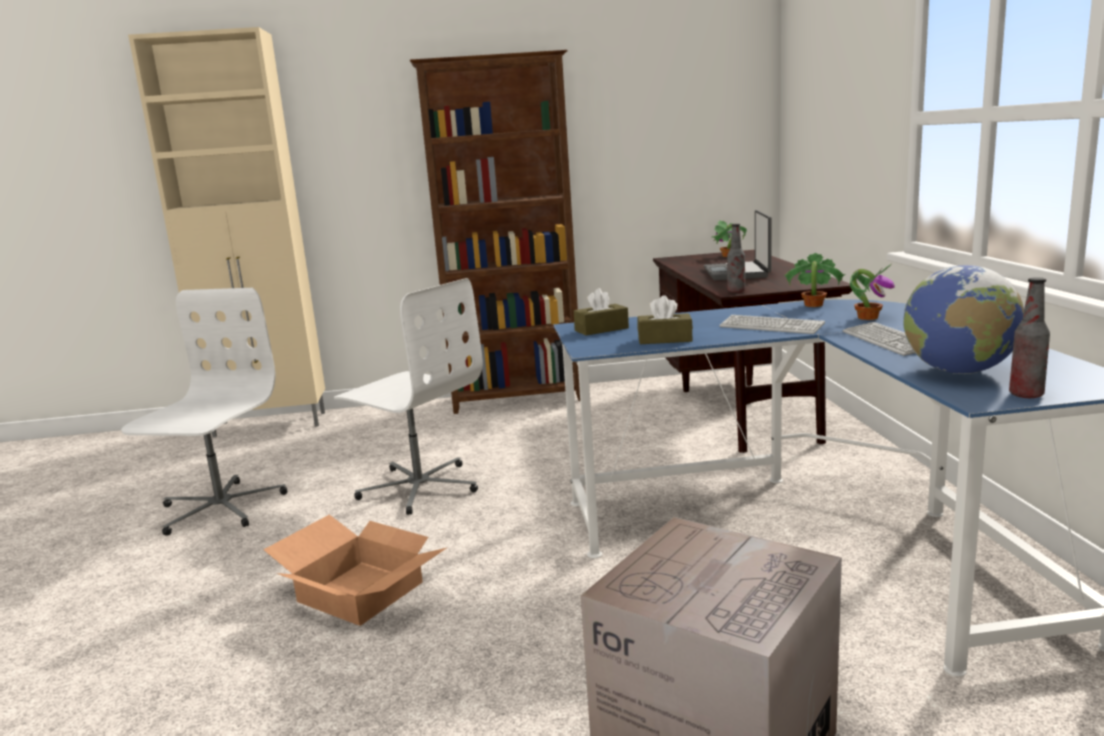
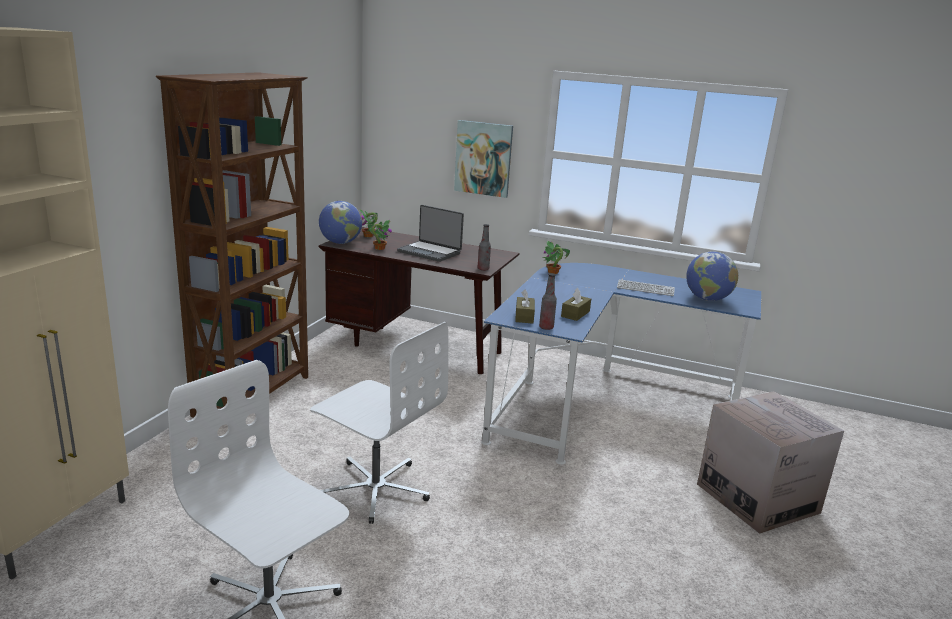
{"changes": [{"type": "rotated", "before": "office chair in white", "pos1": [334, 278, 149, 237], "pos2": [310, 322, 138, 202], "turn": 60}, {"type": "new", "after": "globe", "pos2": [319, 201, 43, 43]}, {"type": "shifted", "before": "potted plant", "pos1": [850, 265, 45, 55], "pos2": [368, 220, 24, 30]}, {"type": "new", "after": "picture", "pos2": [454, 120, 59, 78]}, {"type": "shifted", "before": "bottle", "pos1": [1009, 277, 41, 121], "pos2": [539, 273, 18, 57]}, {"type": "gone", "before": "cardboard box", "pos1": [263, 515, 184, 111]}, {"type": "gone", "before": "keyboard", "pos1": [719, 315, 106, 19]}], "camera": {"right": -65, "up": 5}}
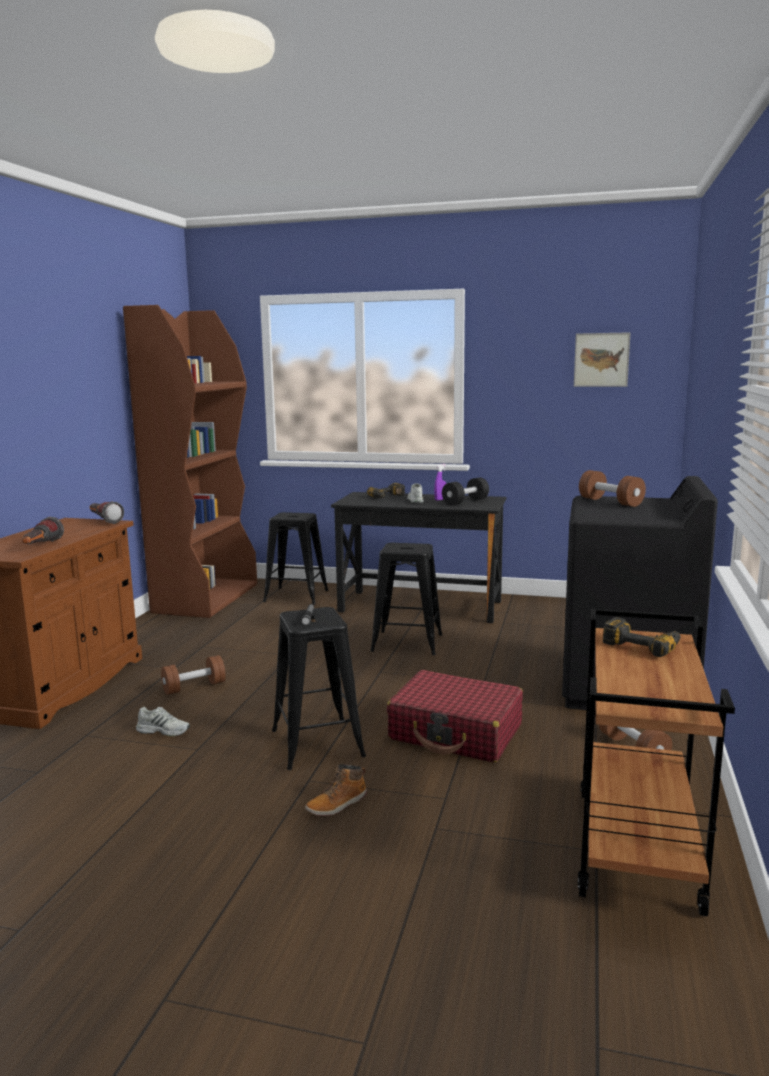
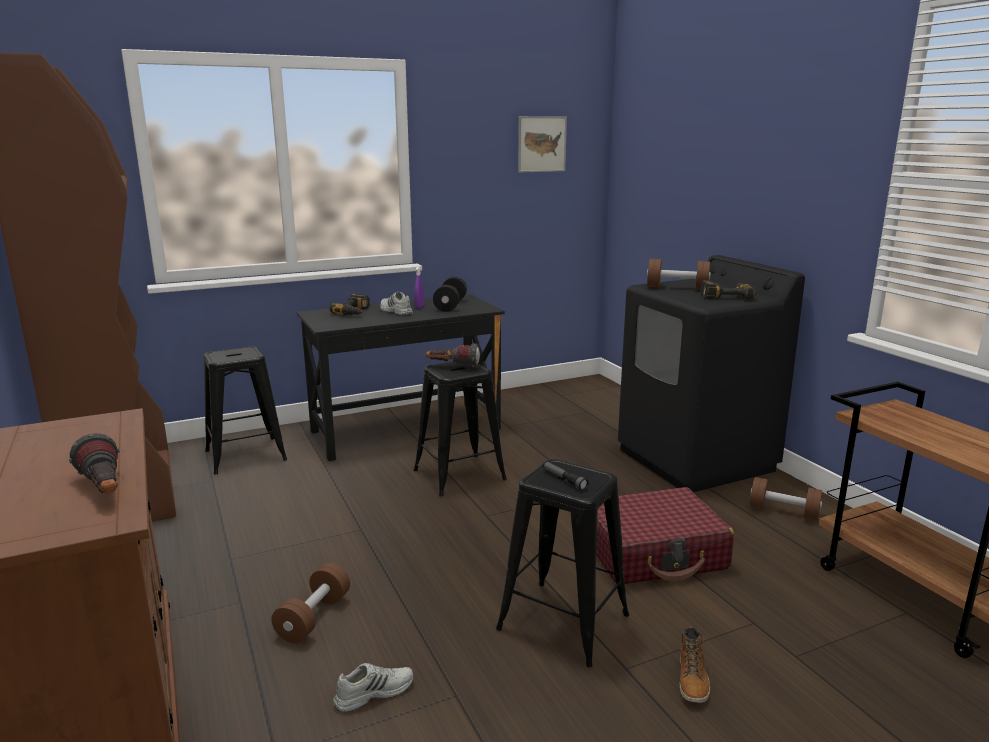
{"changes": [{"type": "shifted", "before": "flashlight", "pos1": [90, 501, 34, 23], "pos2": [426, 343, 54, 25]}, {"type": "shifted", "before": "power drill", "pos1": [603, 617, 78, 40], "pos2": [700, 281, 56, 18]}], "camera": {"right": -40, "up": 5}}
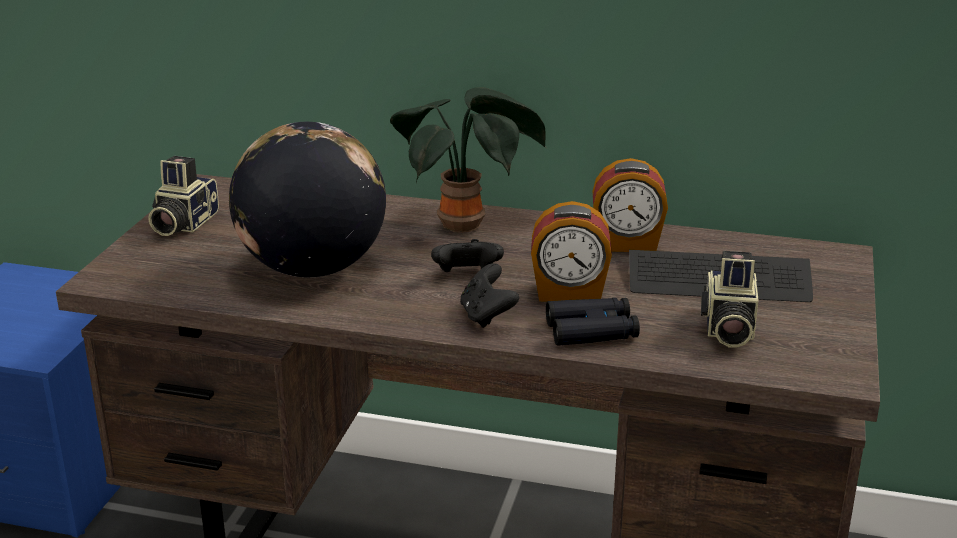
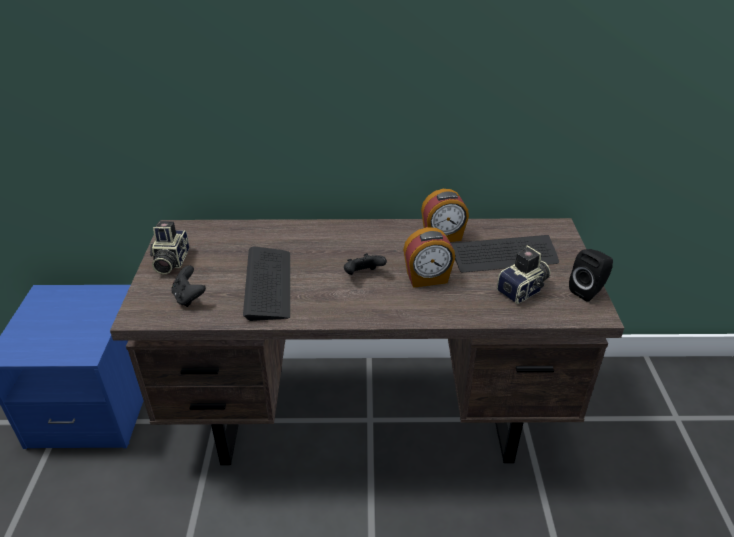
{"changes": [{"type": "shifted", "before": "game controller in black", "pos1": [460, 263, 59, 65], "pos2": [171, 265, 35, 42]}, {"type": "swapped", "before": "globe", "after": "keyboard", "pos1": [229, 122, 157, 155], "pos2": [243, 246, 47, 75]}, {"type": "rotated", "before": "photo camera", "pos1": [701, 251, 57, 96], "pos2": [497, 245, 54, 59], "turn": -120}, {"type": "new", "after": "speaker in black", "pos2": [569, 249, 44, 53]}, {"type": "gone", "before": "potted plant", "pos1": [390, 87, 156, 146]}, {"type": "gone", "before": "binoculars in black", "pos1": [546, 298, 94, 48]}], "camera": {"right": -15, "up": 10}}
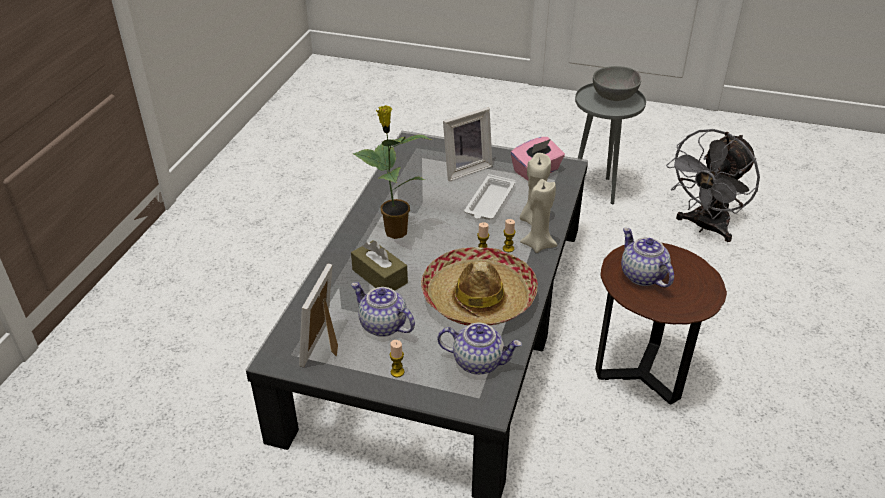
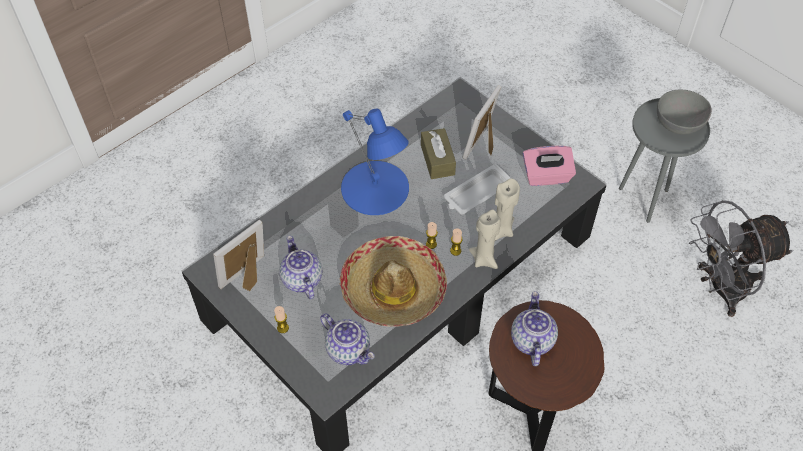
{"changes": [{"type": "swapped", "before": "potted plant", "after": "table lamp in blue", "pos1": [353, 105, 80, 134], "pos2": [341, 109, 68, 106]}, {"type": "shifted", "before": "tissue box in brown", "pos1": [351, 240, 57, 51], "pos2": [421, 128, 35, 51]}, {"type": "rotated", "before": "picture frame", "pos1": [443, 107, 50, 74], "pos2": [463, 85, 38, 75], "turn": 120}], "camera": {"right": 30, "up": 15}}
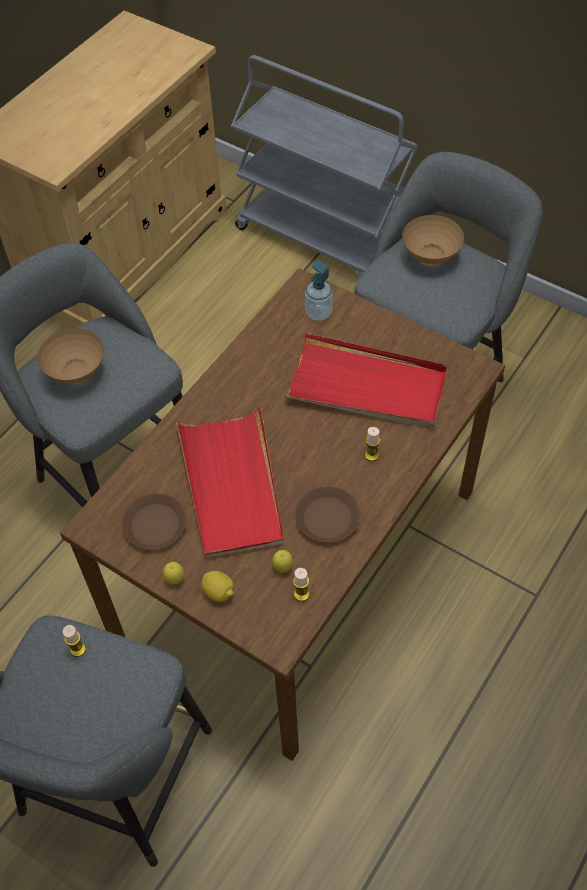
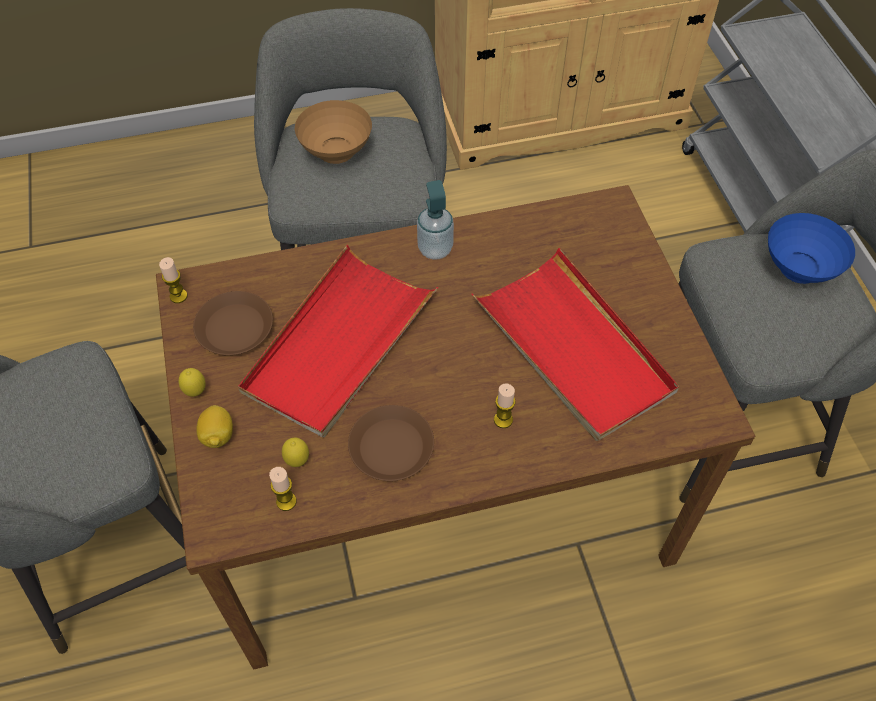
{"changes": [{"type": "shifted", "before": "candle", "pos1": [63, 625, 23, 32], "pos2": [159, 257, 29, 46]}, {"type": "shifted", "before": "soap dispenser", "pos1": [305, 260, 28, 61], "pos2": [417, 180, 37, 80]}, {"type": "repainted", "before": "bowl in brown", "after": "bowl in blue", "pos1": [402, 215, 62, 51], "pos2": [768, 213, 87, 71]}], "camera": {"right": 40, "up": 0}}
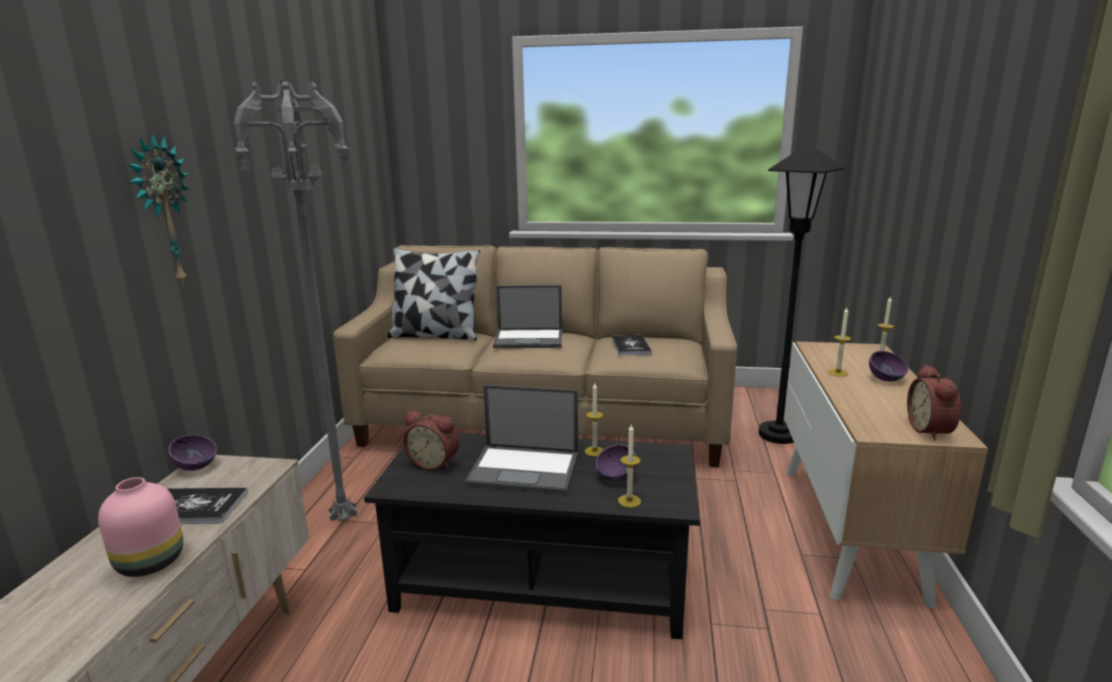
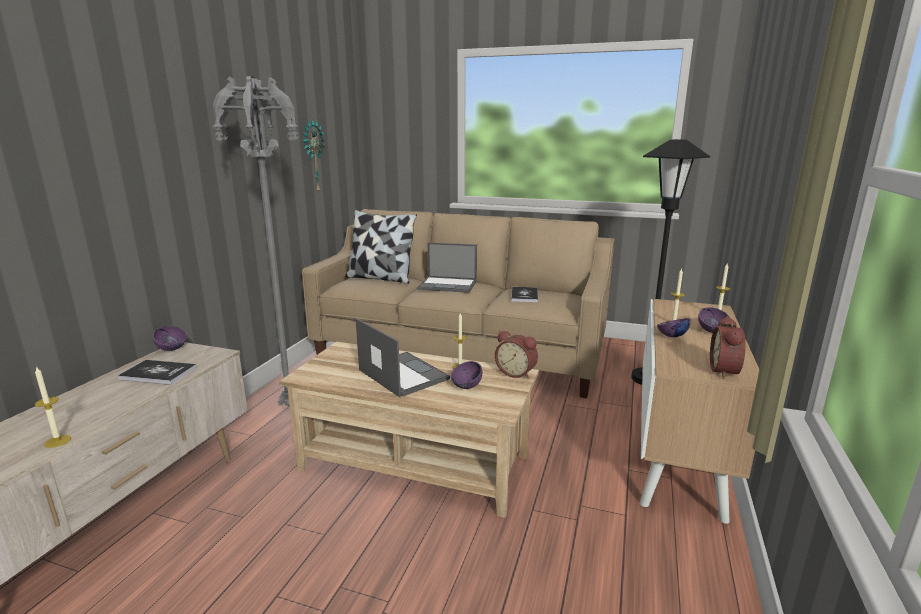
{"changes": [{"type": "shifted", "before": "candle", "pos1": [618, 423, 23, 85], "pos2": [34, 366, 37, 82]}, {"type": "repainted", "before": "coffee table in black", "after": "coffee table in beige", "pos1": [364, 433, 336, 206], "pos2": [279, 341, 260, 177]}, {"type": "shifted", "before": "wall clock", "pos1": [127, 133, 63, 152], "pos2": [302, 119, 23, 74]}, {"type": "rotated", "before": "laptop", "pos1": [465, 385, 113, 109], "pos2": [356, 318, 94, 79], "turn": -150}, {"type": "shifted", "before": "alarm clock", "pos1": [403, 411, 56, 59], "pos2": [495, 331, 43, 48]}, {"type": "new", "after": "bowl in purple", "pos2": [657, 318, 33, 19]}, {"type": "gone", "before": "vase in pink", "pos1": [98, 477, 85, 100]}], "camera": {"right": 10, "up": 0}}
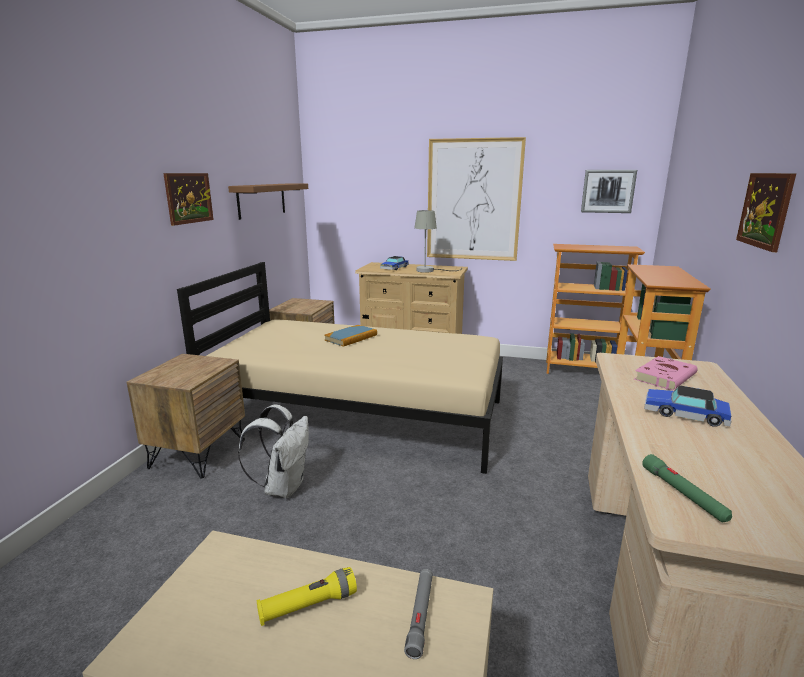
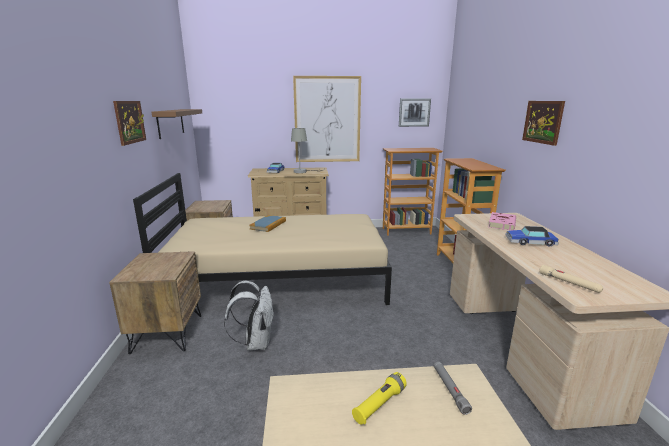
{"changes": [{"type": "repainted", "before": "flashlight in green", "after": "flashlight in beige", "pos1": [642, 454, 90, 68], "pos2": [539, 265, 64, 28]}], "camera": {"right": -20, "up": 0}}
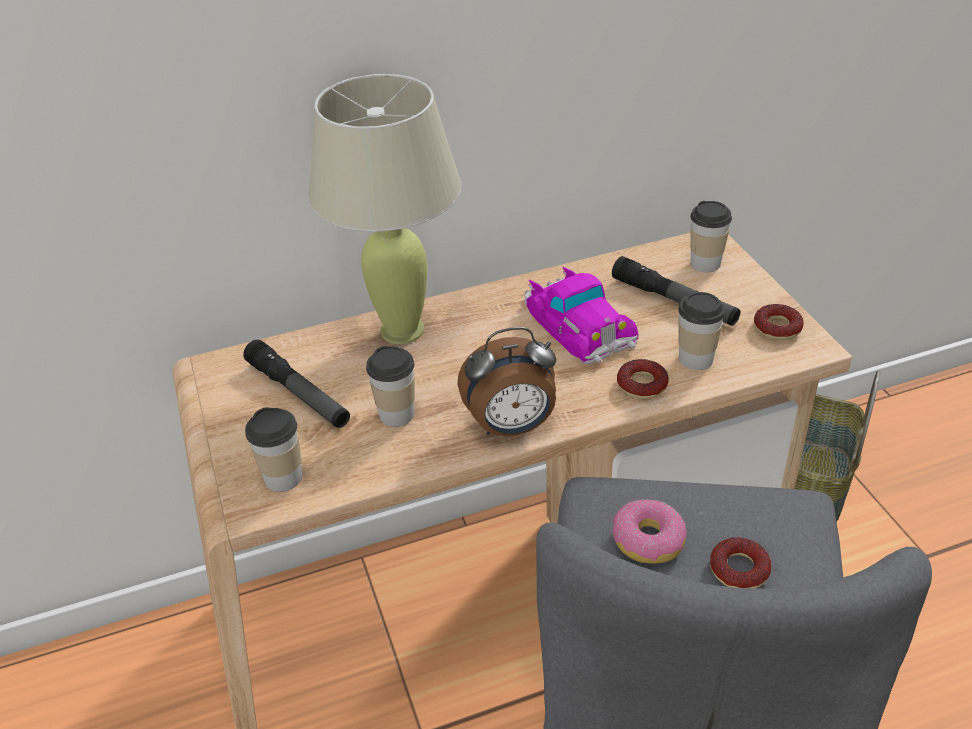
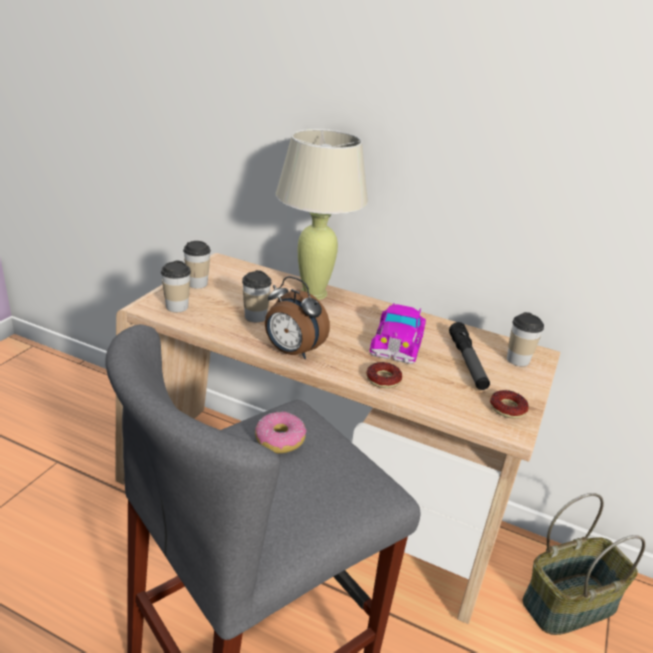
{"changes": [{"type": "shifted", "before": "cup", "pos1": [678, 292, 47, 78], "pos2": [183, 241, 28, 47]}, {"type": "gone", "before": "flashlight", "pos1": [243, 340, 107, 88]}, {"type": "gone", "before": "donut", "pos1": [710, 537, 62, 51]}], "camera": {"right": 40, "up": -10}}
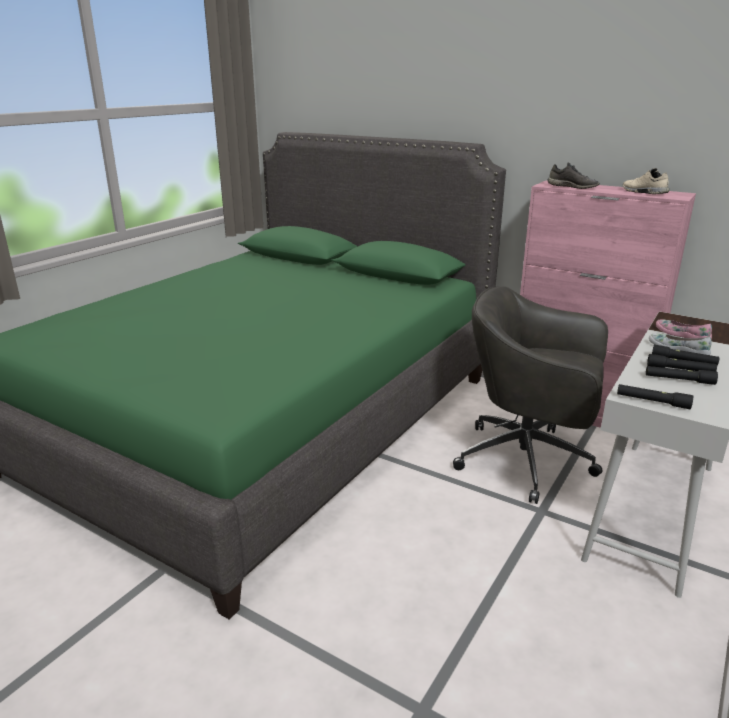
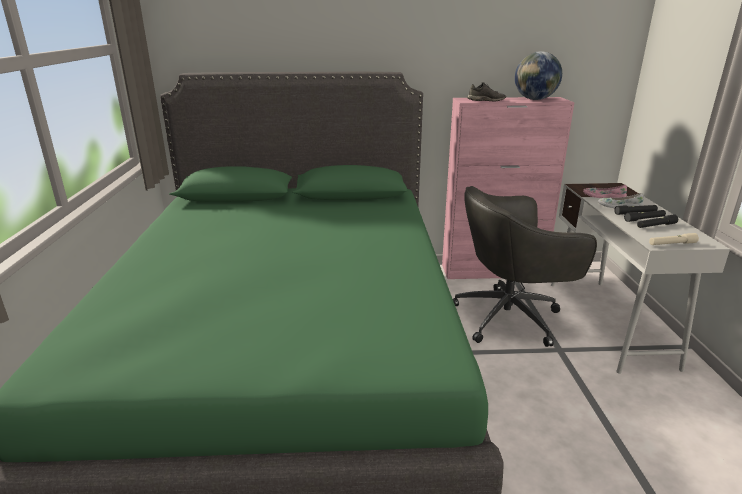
{"changes": [{"type": "swapped", "before": "shoe in beige", "after": "globe", "pos1": [622, 168, 47, 26], "pos2": [515, 51, 47, 49]}, {"type": "repainted", "before": "flashlight in black", "after": "flashlight in beige", "pos1": [617, 384, 76, 25], "pos2": [649, 233, 50, 12]}], "camera": {"right": -35, "up": 0}}
